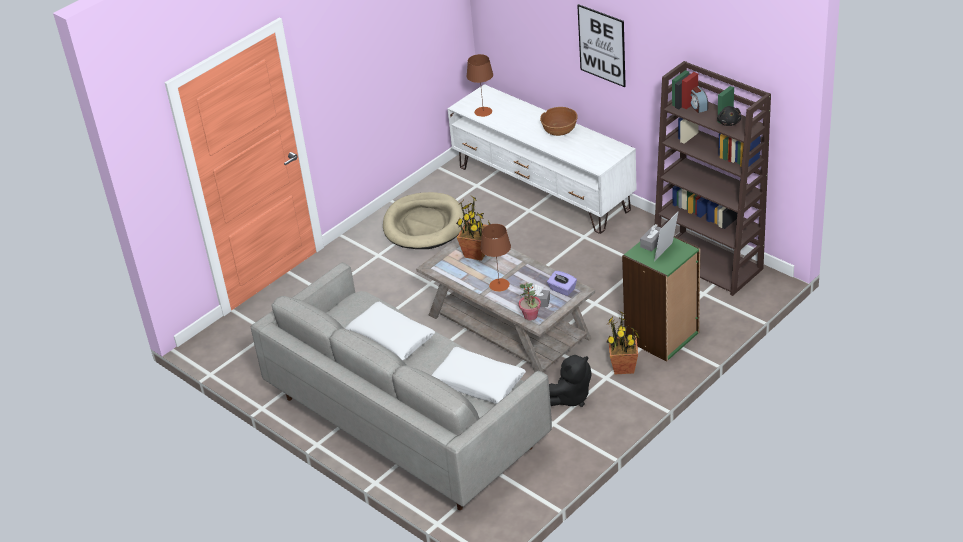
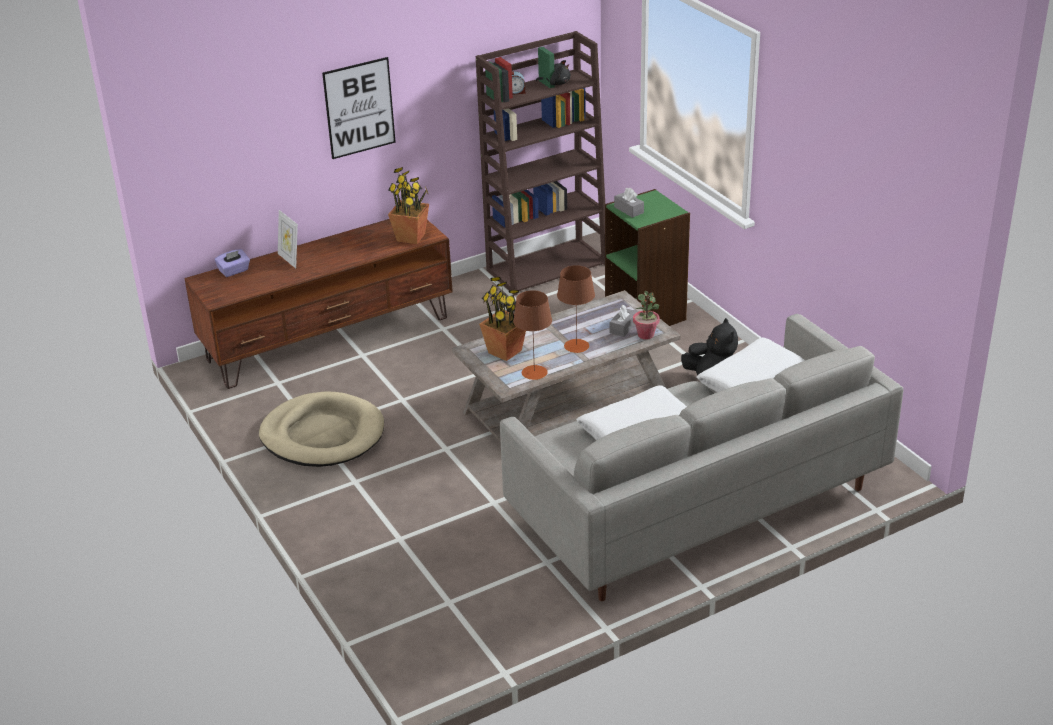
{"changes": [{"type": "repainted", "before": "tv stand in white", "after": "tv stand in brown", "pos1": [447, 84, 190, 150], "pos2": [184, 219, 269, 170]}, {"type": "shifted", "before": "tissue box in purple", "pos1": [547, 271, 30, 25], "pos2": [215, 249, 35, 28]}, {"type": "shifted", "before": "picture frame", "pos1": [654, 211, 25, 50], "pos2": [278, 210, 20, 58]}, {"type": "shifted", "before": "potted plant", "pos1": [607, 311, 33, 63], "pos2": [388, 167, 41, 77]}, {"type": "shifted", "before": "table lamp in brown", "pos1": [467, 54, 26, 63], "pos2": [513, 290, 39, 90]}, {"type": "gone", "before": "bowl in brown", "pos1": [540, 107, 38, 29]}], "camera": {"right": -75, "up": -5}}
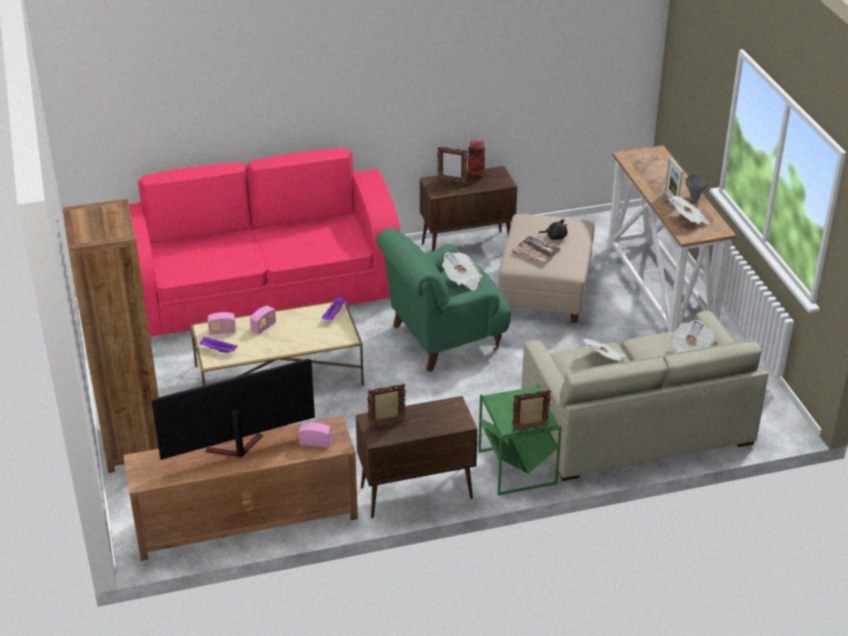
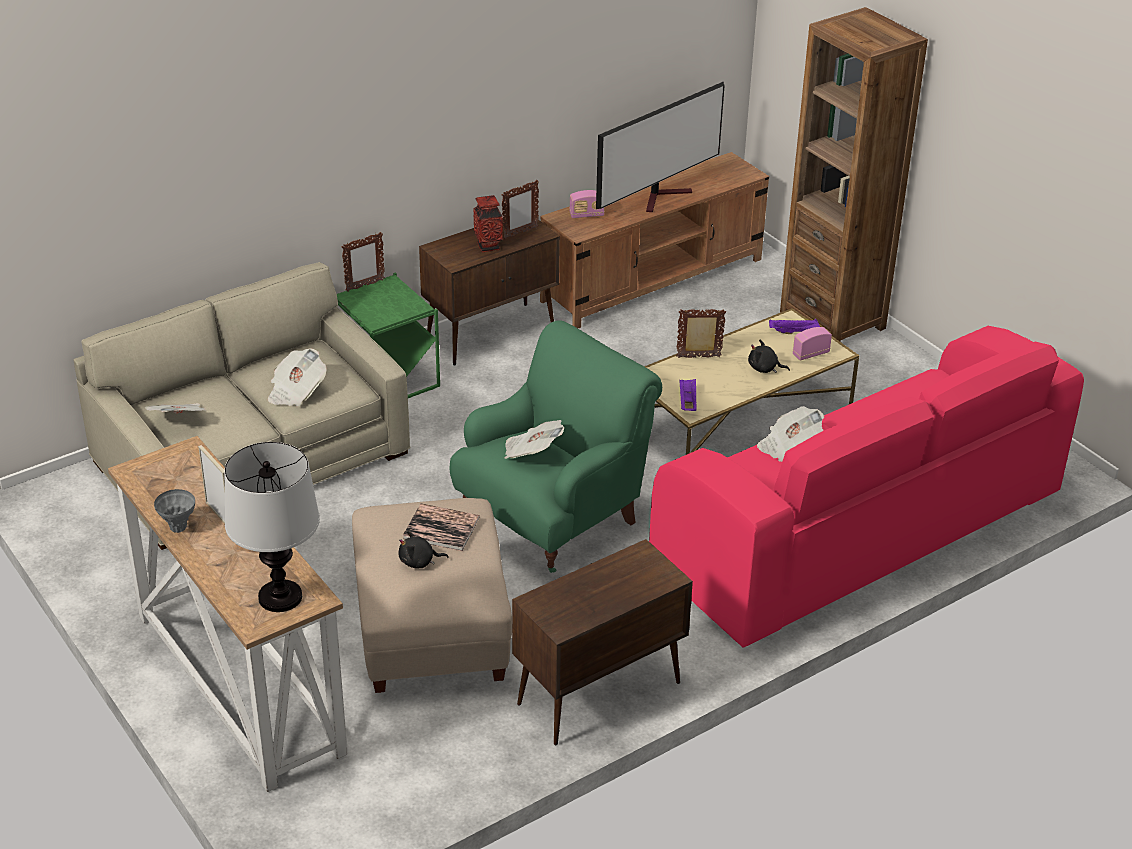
{"changes": [{"type": "new", "after": "table lamp", "pos2": [224, 442, 96, 170]}, {"type": "shifted", "before": "vase", "pos1": [468, 141, 17, 37], "pos2": [474, 195, 29, 57]}, {"type": "shifted", "before": "picture frame", "pos1": [437, 147, 31, 36], "pos2": [676, 309, 50, 49]}, {"type": "swapped", "before": "radio", "after": "plush toy in black", "pos1": [250, 306, 26, 28], "pos2": [748, 340, 42, 33]}, {"type": "shifted", "before": "newspaper", "pos1": [669, 196, 41, 28], "pos2": [757, 406, 67, 56]}], "camera": {"right": 160, "up": 0}}
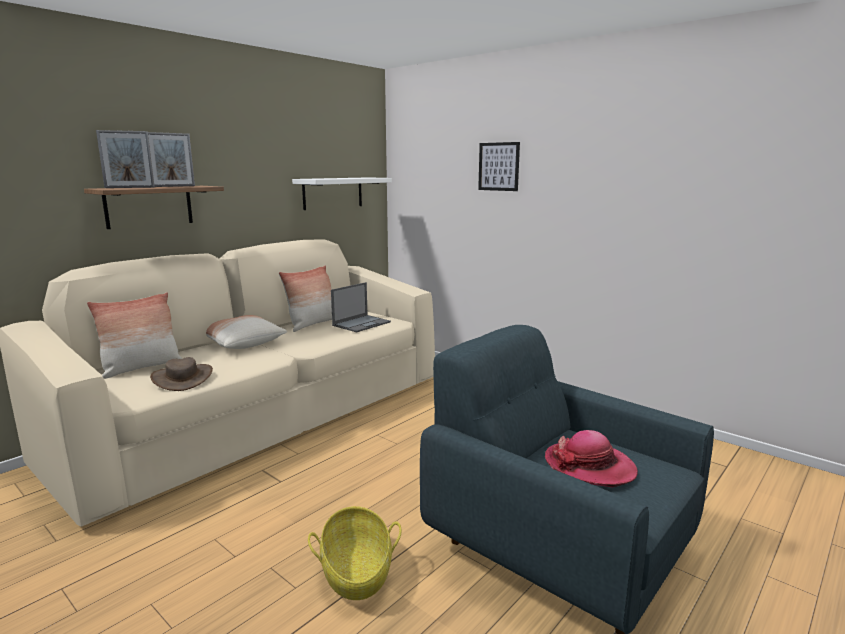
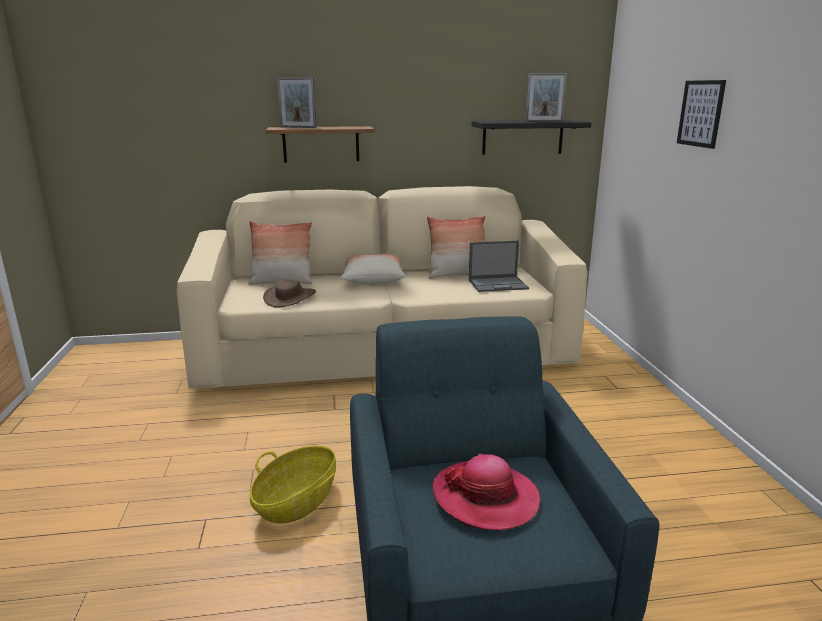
{"changes": [{"type": "repainted", "before": "shelf in white", "after": "shelf in black", "pos1": [292, 177, 100, 33], "pos2": [471, 120, 120, 35]}, {"type": "shifted", "before": "picture frame", "pos1": [148, 132, 47, 55], "pos2": [525, 73, 42, 49]}], "camera": {"right": 40, "up": 5}}
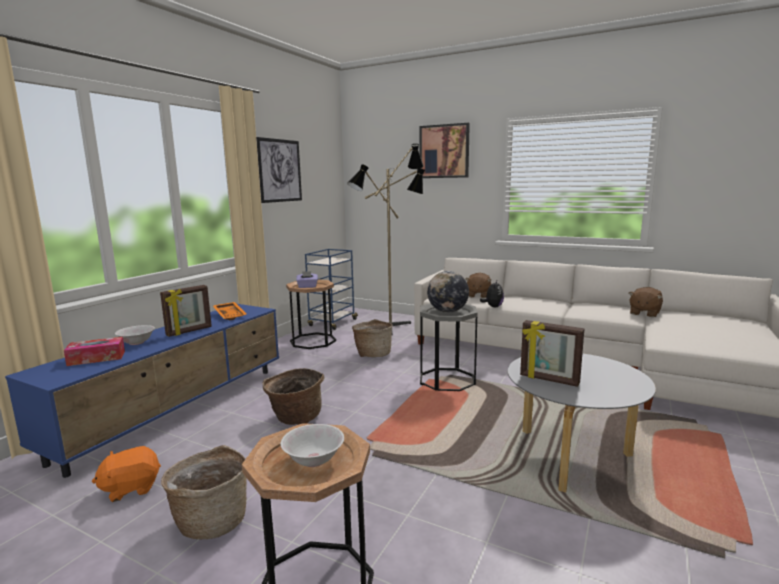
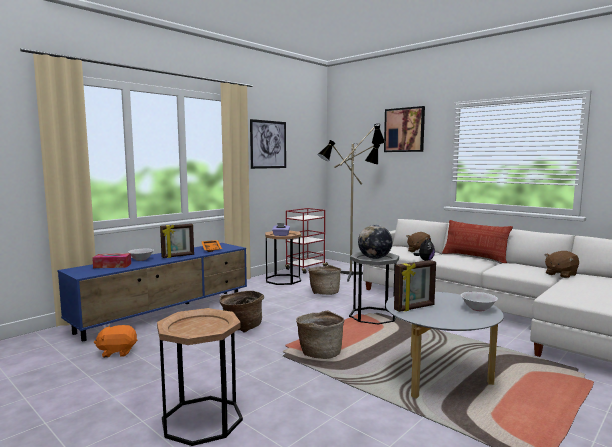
{"changes": [{"type": "repainted", "before": "cart in blue", "after": "cart in red", "pos1": [305, 249, 53, 81], "pos2": [285, 208, 43, 66]}, {"type": "shifted", "before": "basket", "pos1": [161, 445, 86, 94], "pos2": [296, 311, 48, 48]}, {"type": "rotated", "before": "picture frame", "pos1": [520, 320, 64, 67], "pos2": [394, 260, 42, 52], "turn": -75}, {"type": "new", "after": "pillow", "pos2": [442, 220, 71, 43]}, {"type": "shifted", "before": "bowl in white", "pos1": [281, 424, 63, 43], "pos2": [461, 292, 37, 19]}], "camera": {"right": 15, "up": -5}}
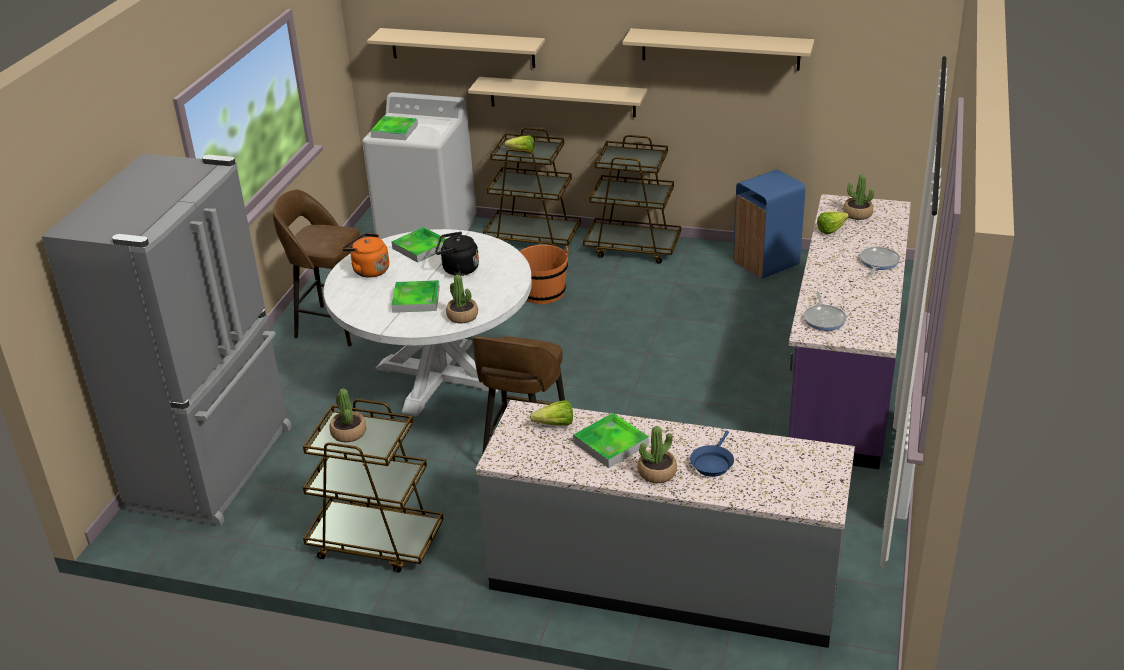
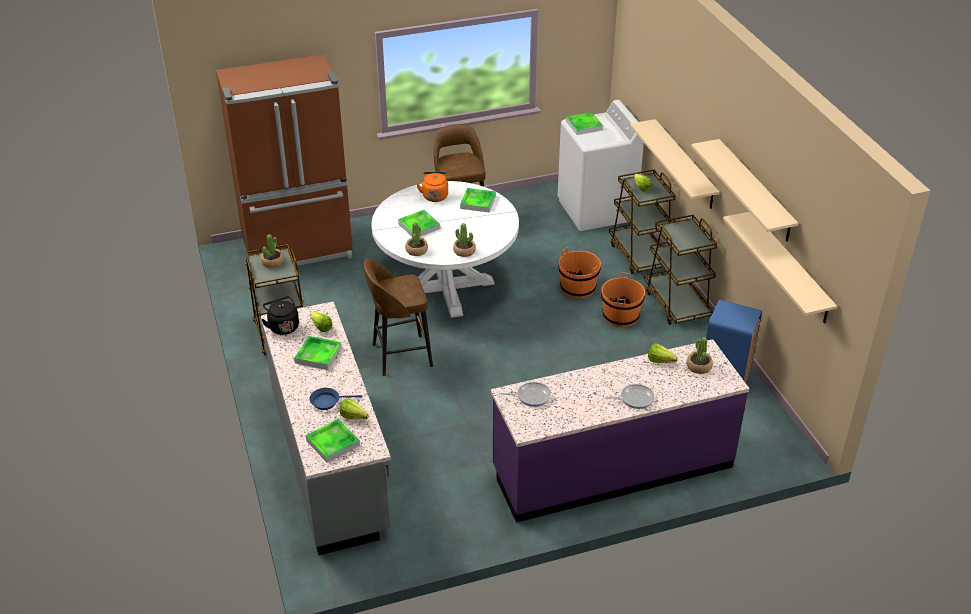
{"changes": [{"type": "repainted", "before": "fridge in grey", "after": "fridge in brown", "pos1": [42, 153, 250, 373], "pos2": [216, 54, 137, 212]}, {"type": "shifted", "before": "kettle in black", "pos1": [435, 232, 44, 44], "pos2": [261, 296, 38, 39]}, {"type": "new", "after": "tray", "pos2": [306, 419, 54, 44]}, {"type": "new", "after": "lettuce", "pos2": [340, 398, 29, 22]}, {"type": "shifted", "before": "potted plant", "pos1": [637, 426, 40, 57], "pos2": [453, 223, 23, 34]}, {"type": "rotated", "before": "frying pan", "pos1": [804, 292, 43, 39], "pos2": [501, 382, 50, 25], "turn": -150}, {"type": "new", "after": "bucket in orange", "pos2": [601, 273, 44, 55]}, {"type": "shifted", "before": "shelf in beige", "pos1": [367, 28, 178, 40], "pos2": [723, 212, 114, 111]}], "camera": {"right": 55, "up": 5}}
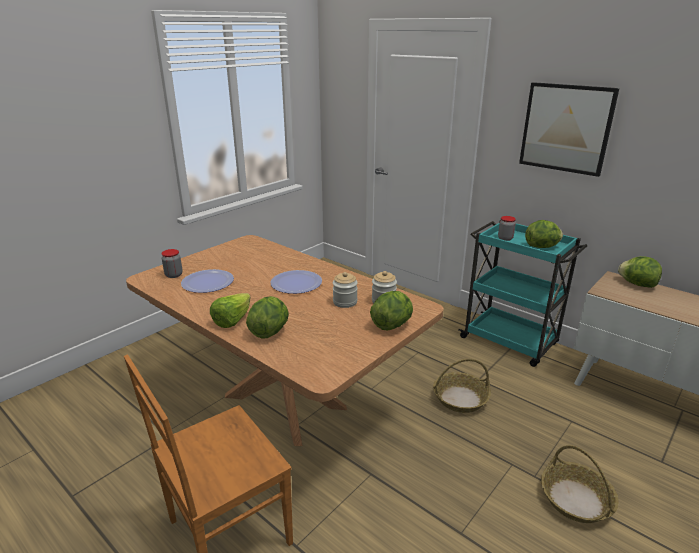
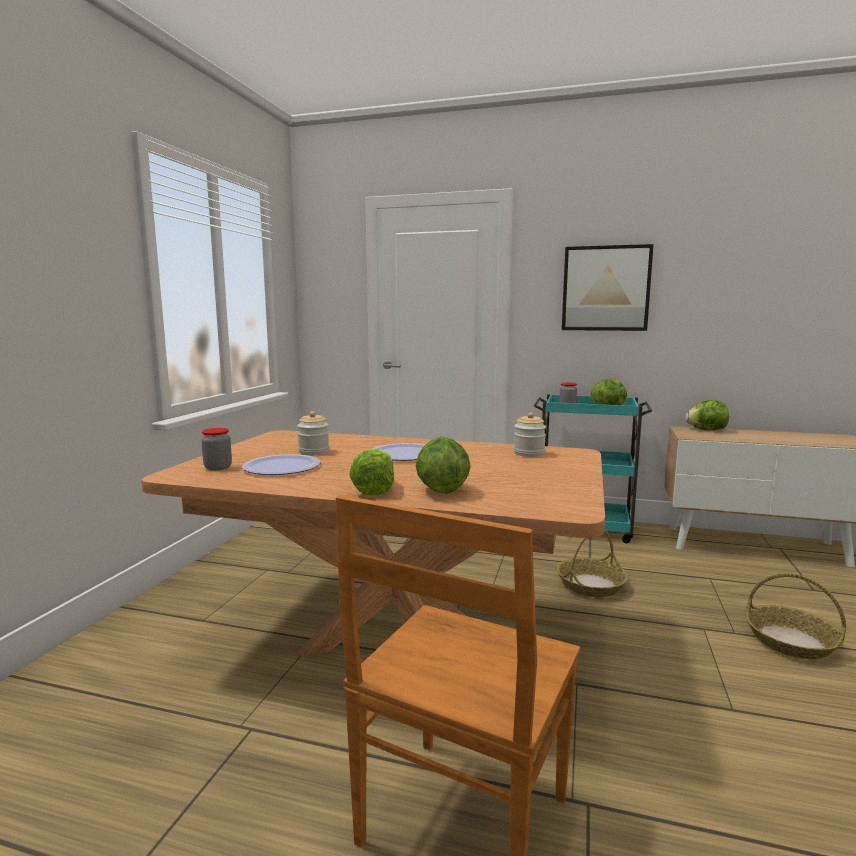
{"changes": [{"type": "shifted", "before": "jar", "pos1": [333, 272, 25, 36], "pos2": [297, 411, 32, 44]}, {"type": "gone", "before": "lettuce", "pos1": [370, 291, 43, 40]}], "camera": {"right": -25, "up": -15}}
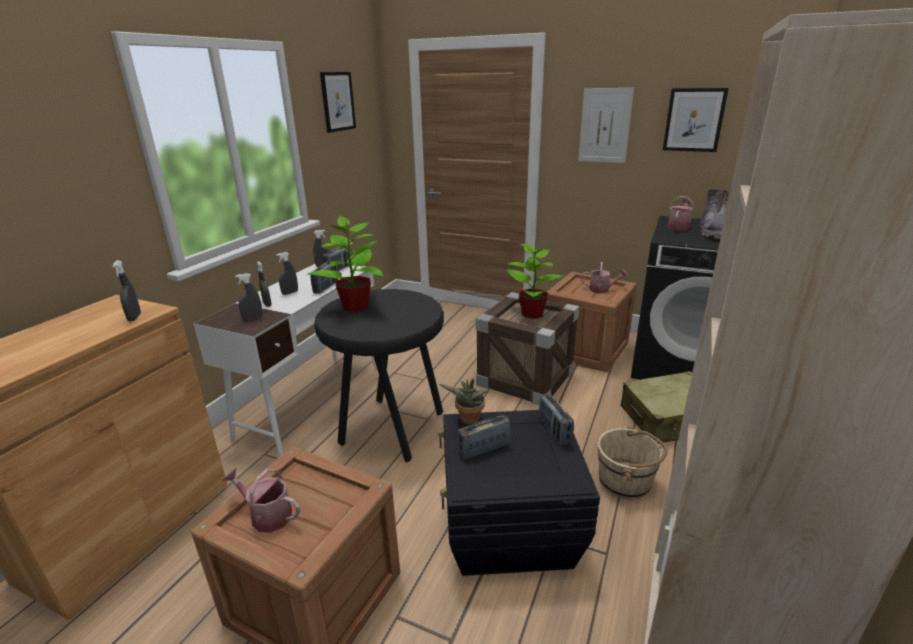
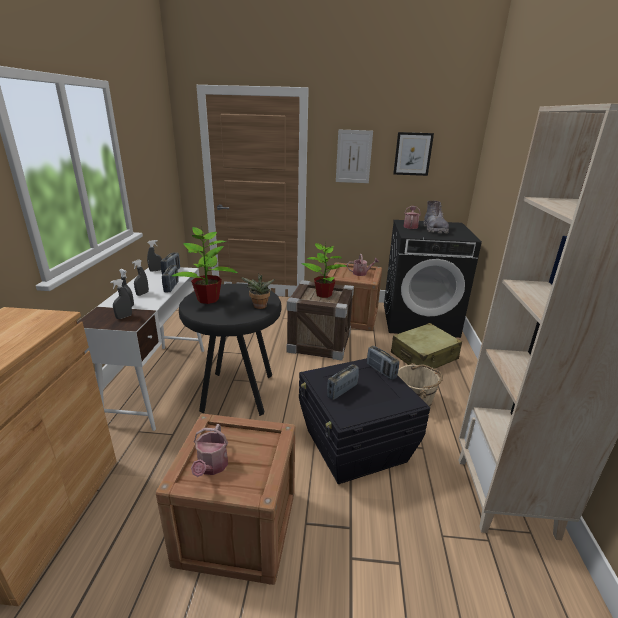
{"changes": [{"type": "rotated", "before": "watering can", "pos1": [222, 468, 78, 65], "pos2": [191, 424, 37, 53], "turn": -90}, {"type": "shifted", "before": "potted plant", "pos1": [439, 378, 51, 47], "pos2": [240, 273, 35, 36]}, {"type": "gone", "before": "spray bottle in grey", "pos1": [112, 260, 29, 61]}, {"type": "gone", "before": "picture", "pos1": [320, 72, 36, 61]}], "camera": {"right": -20, "up": 0}}
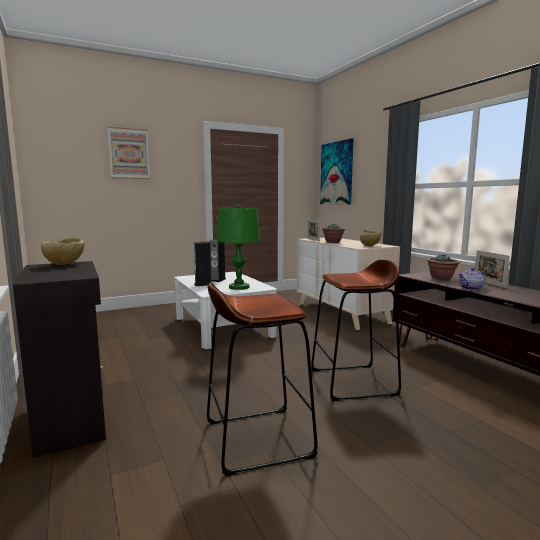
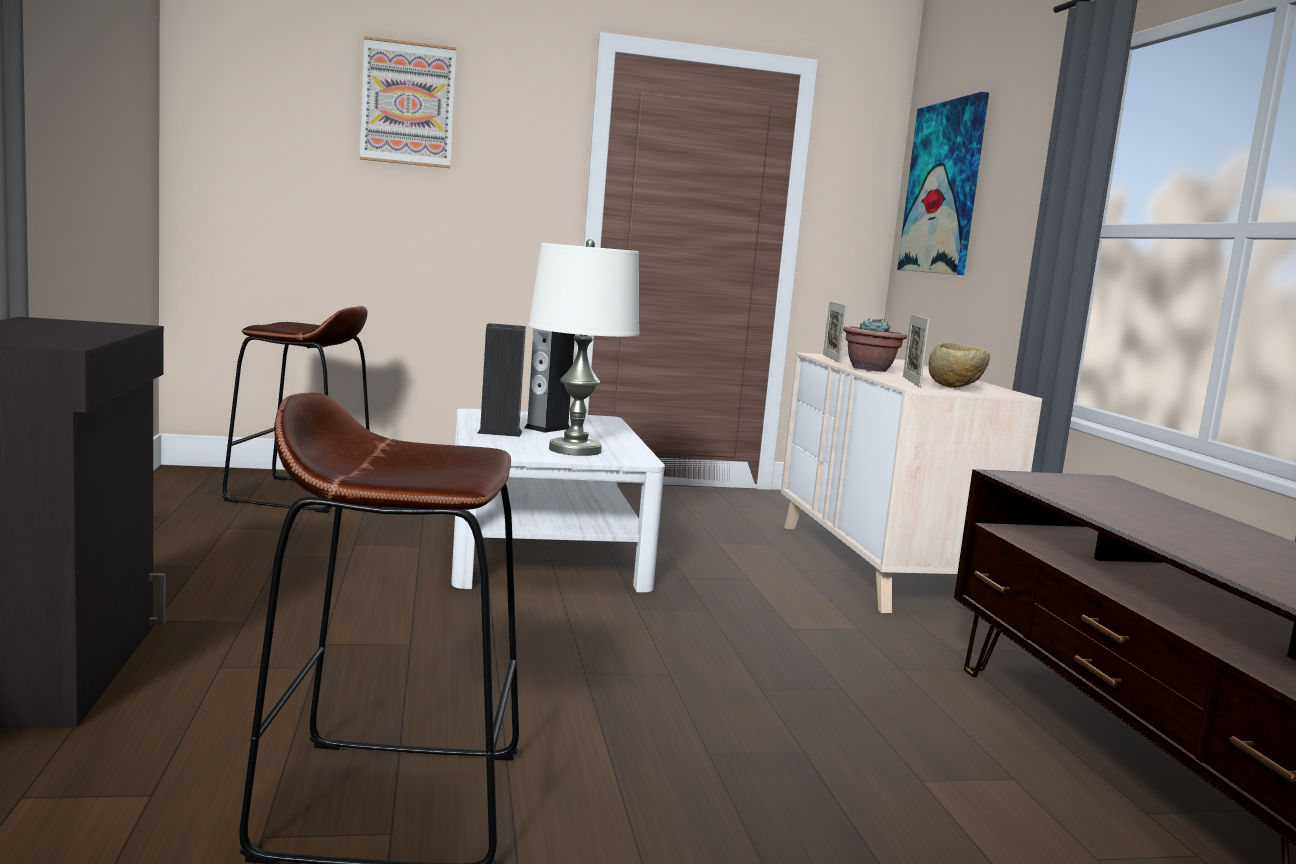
{"changes": [{"type": "shifted", "before": "stool in brown", "pos1": [311, 260, 90, 141], "pos2": [222, 306, 148, 207]}, {"type": "repainted", "before": "table lamp in green", "after": "table lamp in white", "pos1": [217, 205, 43, 85], "pos2": [528, 239, 111, 217]}, {"type": "shifted", "before": "picture frame", "pos1": [475, 250, 35, 38], "pos2": [903, 314, 27, 74]}, {"type": "gone", "before": "bowl in beige", "pos1": [41, 238, 44, 27]}, {"type": "gone", "before": "potted plant", "pos1": [426, 254, 34, 26]}, {"type": "gone", "before": "teapot", "pos1": [459, 268, 27, 22]}], "camera": {"right": 15, "up": 0}}
